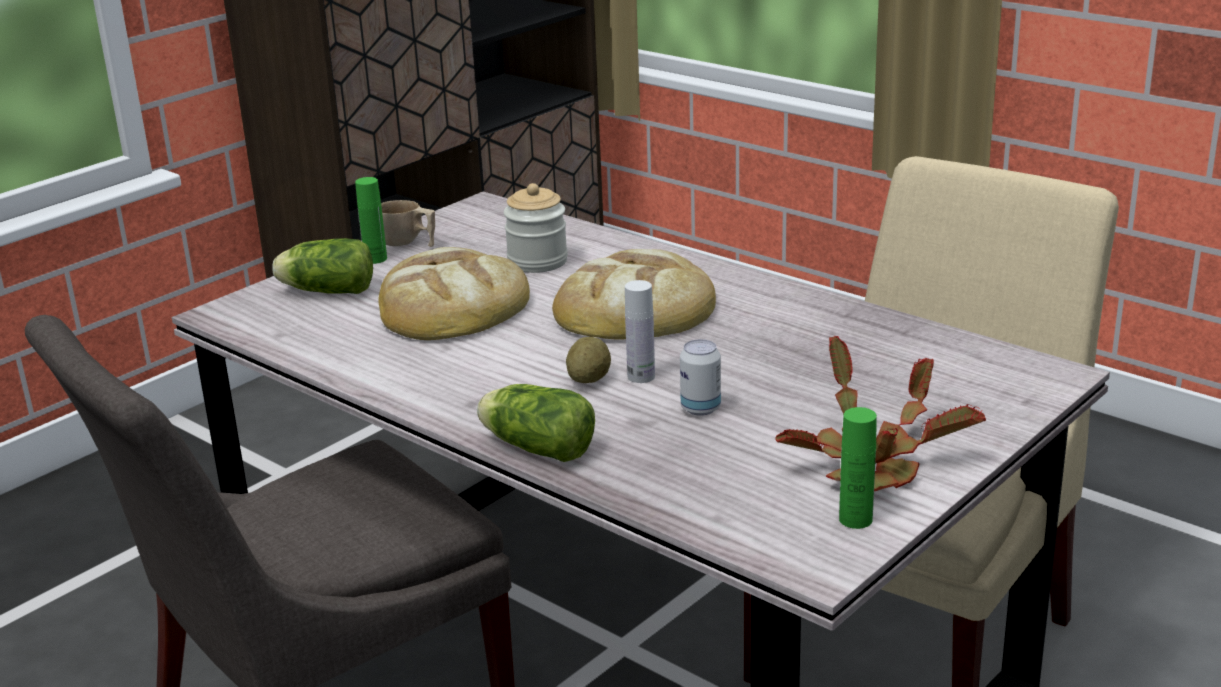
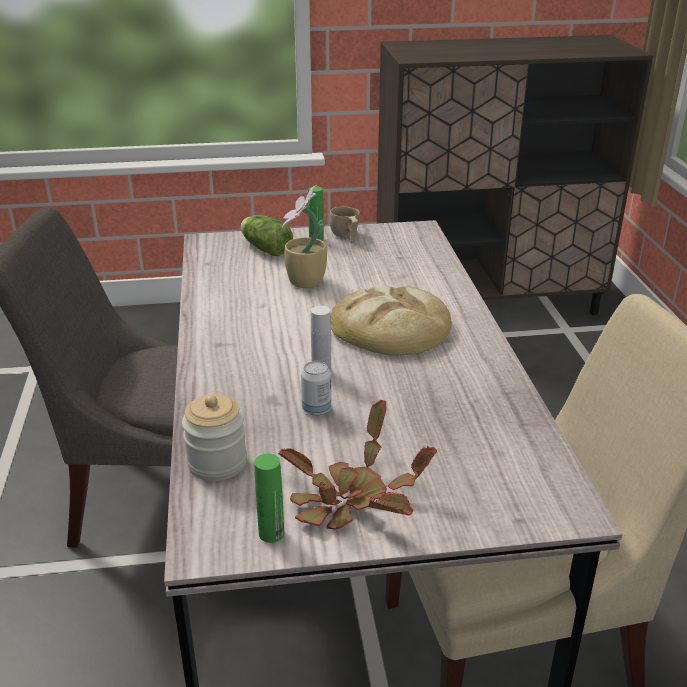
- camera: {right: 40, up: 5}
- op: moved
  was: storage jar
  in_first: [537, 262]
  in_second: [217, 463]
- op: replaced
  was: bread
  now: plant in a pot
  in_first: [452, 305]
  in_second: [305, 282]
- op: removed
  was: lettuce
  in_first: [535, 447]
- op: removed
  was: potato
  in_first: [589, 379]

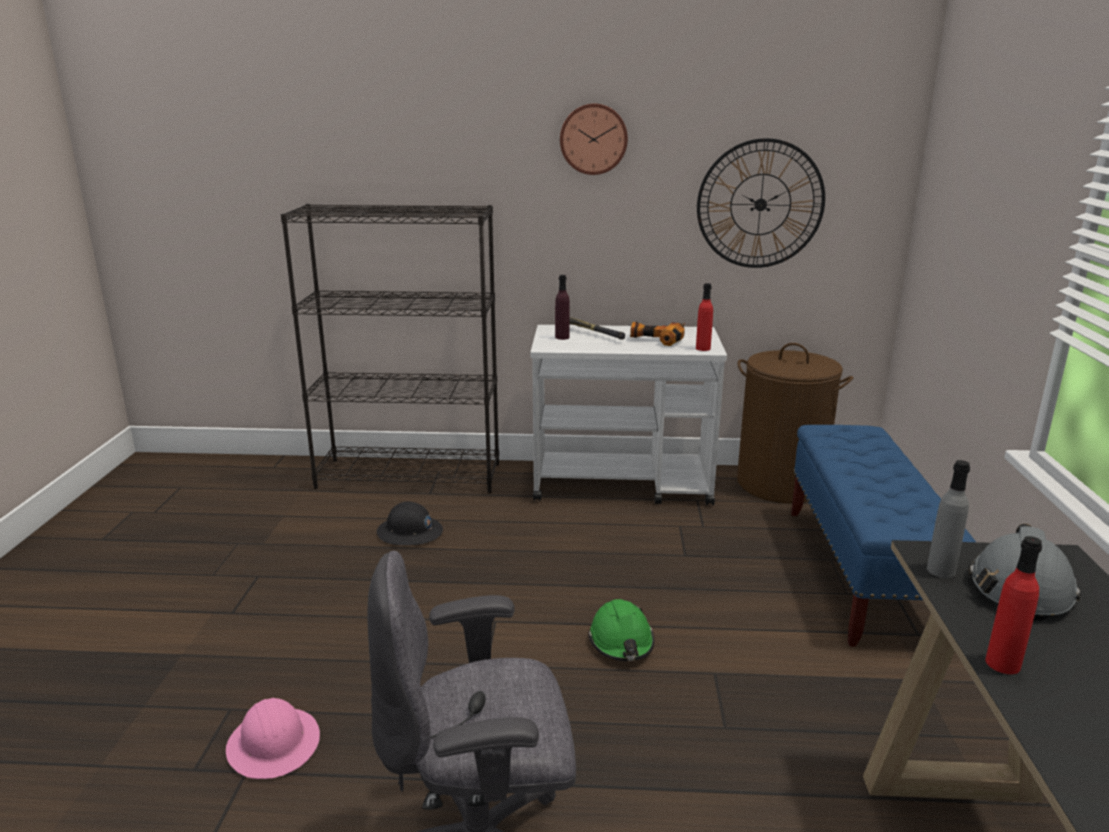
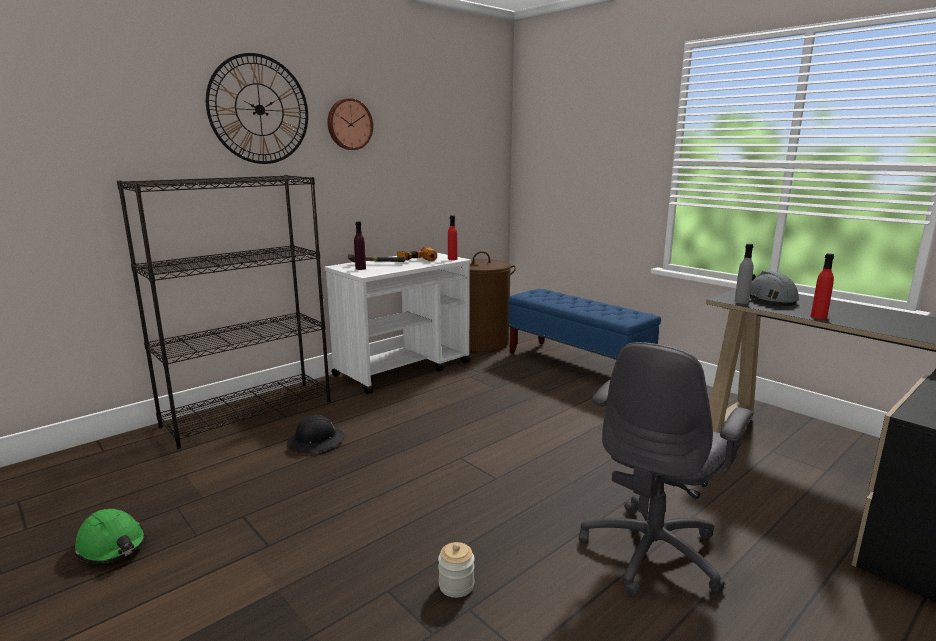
- camera: {right: -45, up: -5}
- op: moved
  was: greenish safety helmet
  in_first: [621, 642]
  in_second: [112, 546]
- op: moved
  was: wall clock
  in_first: [760, 204]
  in_second: [259, 110]
- op: replaced
  was: pink safety helmet
  now: storage jar
  in_first: [274, 744]
  in_second: [456, 585]

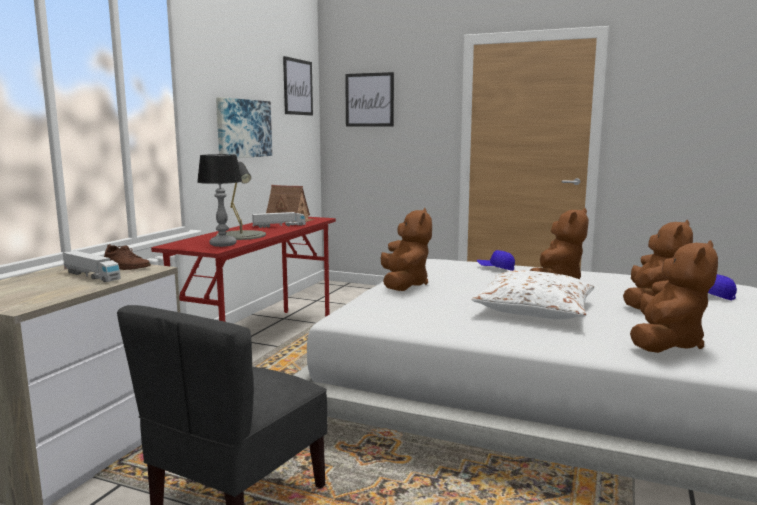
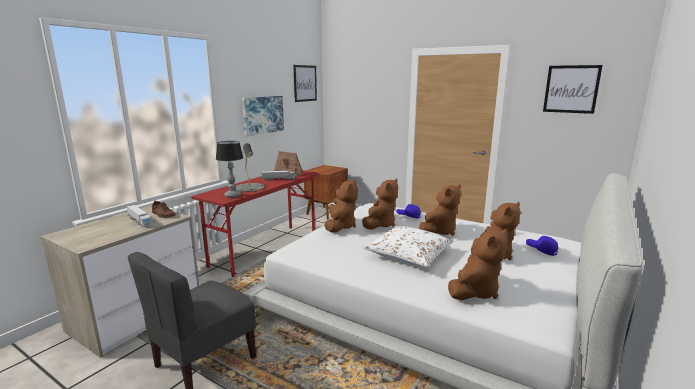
- camera: {right: 10, up: 5}
- op: added
  now: brown bedside table
  in_second: [326, 212]
- op: added
  now: brown cuddly toy
  in_second: [380, 224]
- op: moved
  was: wall picture
  in_first: [369, 100]
  in_second: [571, 89]

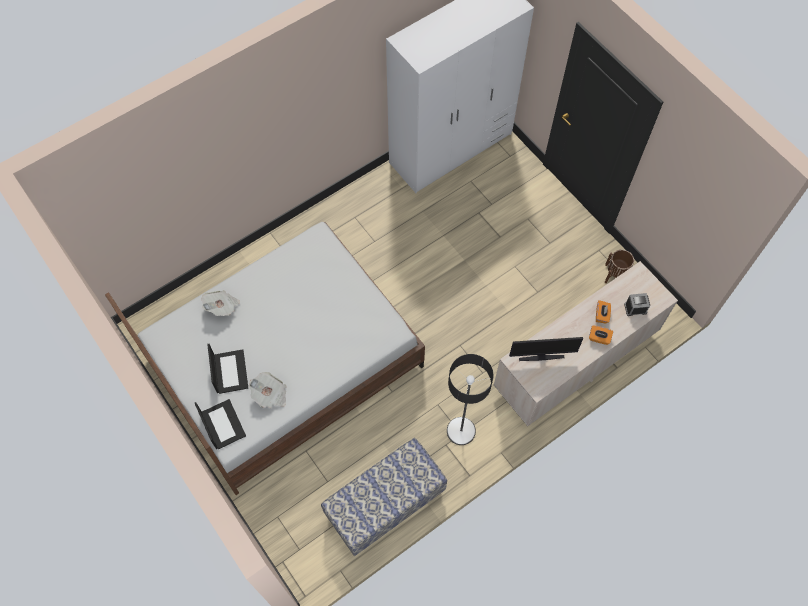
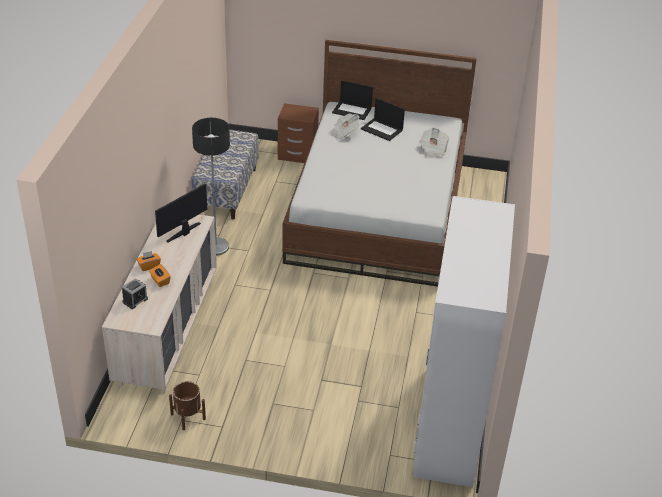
- camera: {right: 135, up: -25}
- op: added
  now: brown bedside table
  in_second: [297, 154]

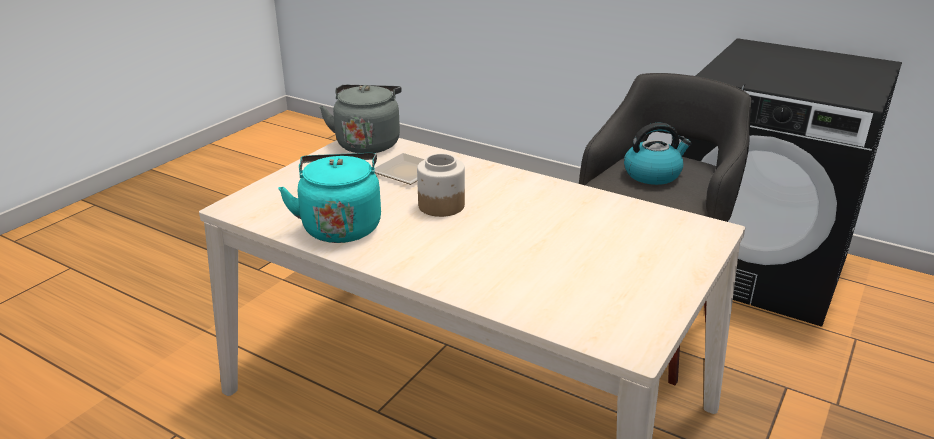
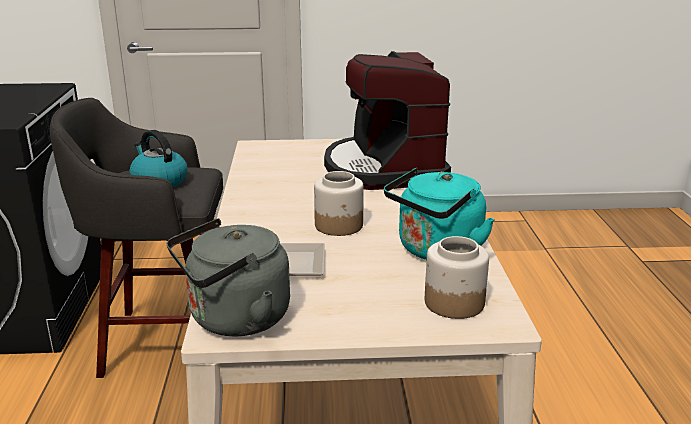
- camera: {right: -125, up: -5}
- op: added
  now: coffee brewer
  in_second: [384, 169]
- op: added
  now: storage jar
  in_second: [453, 303]

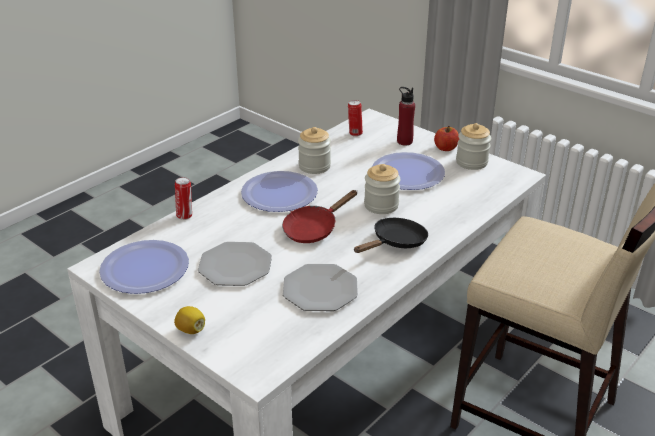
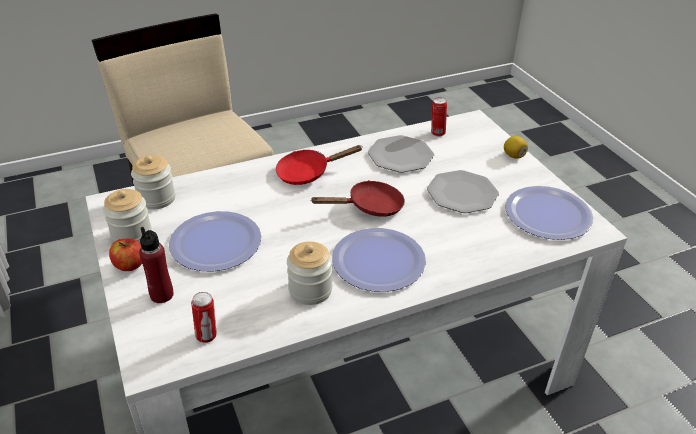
- camera: {right: -155, up: 5}
- op: moved
  was: storage jar
  in_first: [381, 205]
  in_second: [156, 199]
- op: recoloured
  was: black pan
  now: red-coloured pan
  in_first: [396, 242]
  in_second: [308, 173]
- op: moved
  was: can
  in_first: [185, 215]
  in_second: [437, 133]

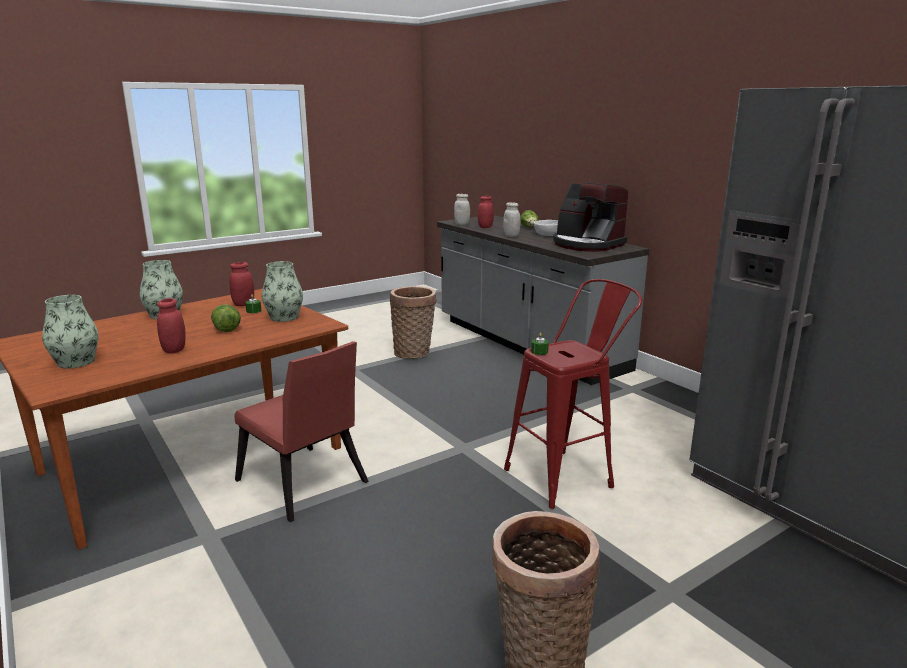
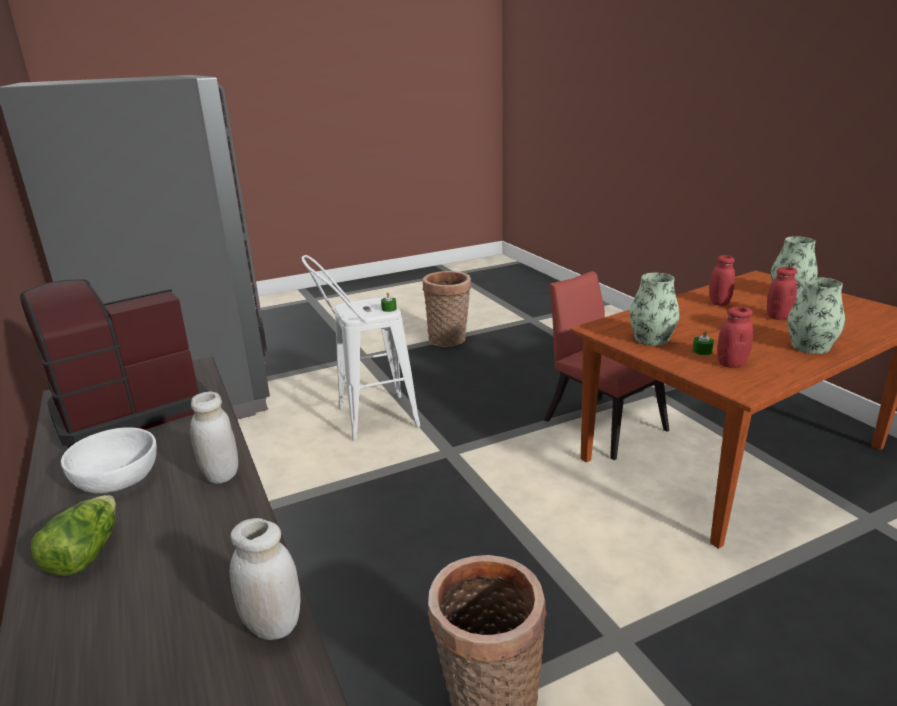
- camera: {right: -170, up: 5}
- op: turned
  was: coffee brewer
  in_first: [587, 245]
  in_second: [127, 410]
  clockwise: -90
- op: recoloured
  was: red-coloured stool
  now: whitish stool
  in_first: [567, 475]
  in_second: [367, 419]
- op: moved
  was: red-coloured storage jar
  in_first: [485, 227]
  in_second: [777, 317]
- op: removed
  was: lettuce
  in_first: [226, 328]

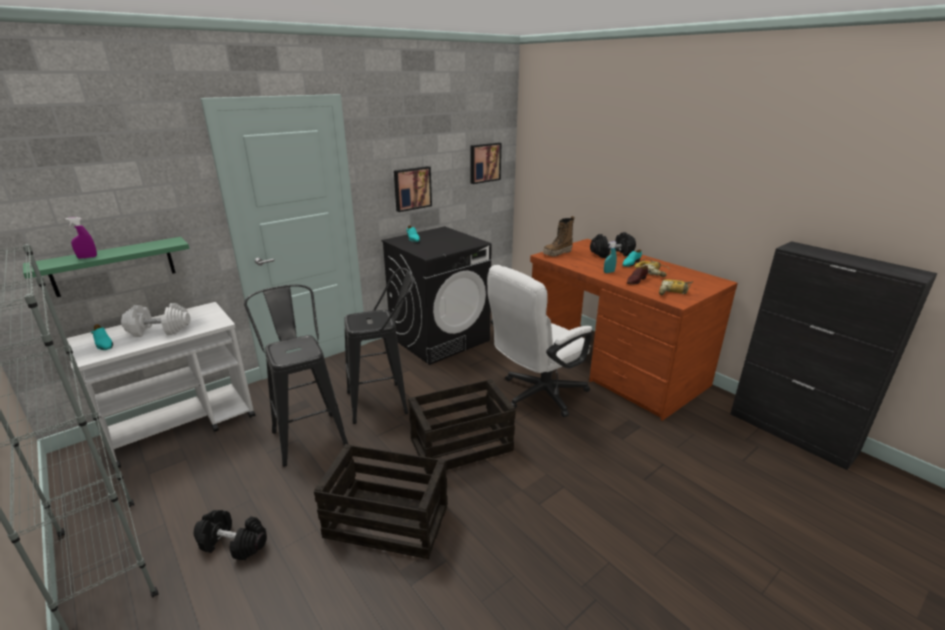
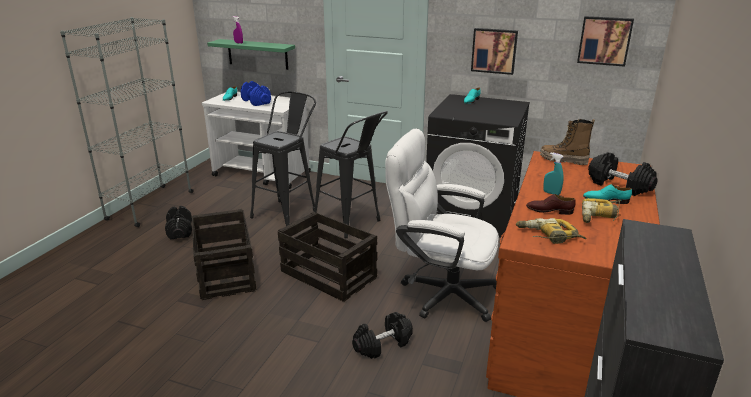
- camera: {right: 60, up: 0}
- op: recoloured
  was: whitish free weight
  now: blue free weight
  in_first: [159, 330]
  in_second: [256, 101]
- op: added
  now: black free weight
  in_second: [382, 345]

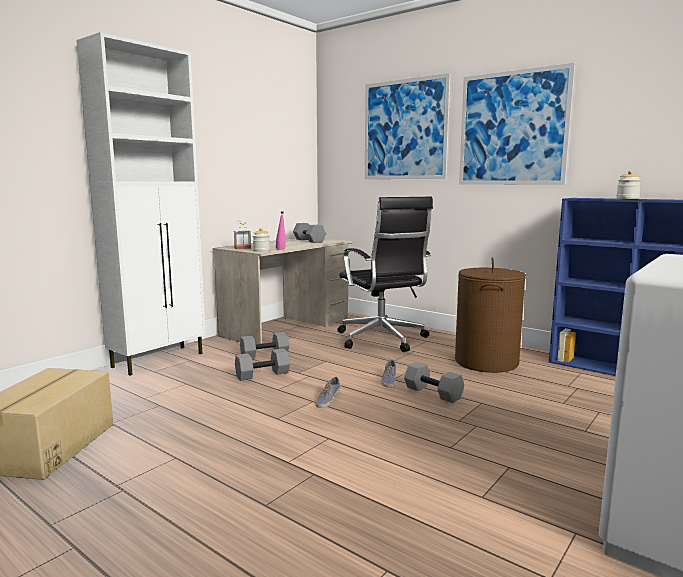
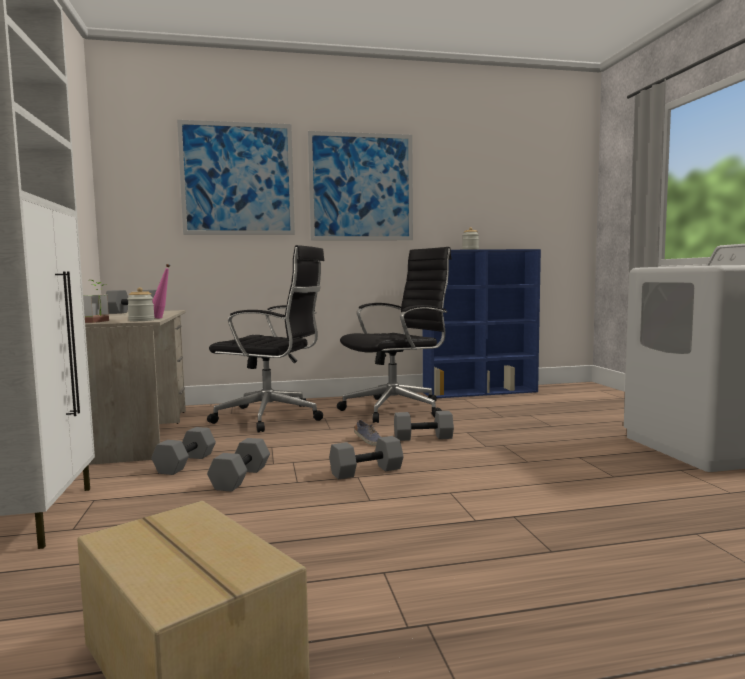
- camera: {right: -50, up: -5}
- op: replaced
  was: item of footwear
  now: gray free weight
  in_first: [327, 400]
  in_second: [366, 471]
- op: replaced
  was: brown hamper
  now: black desk chair
  in_first: [486, 362]
  in_second: [396, 409]

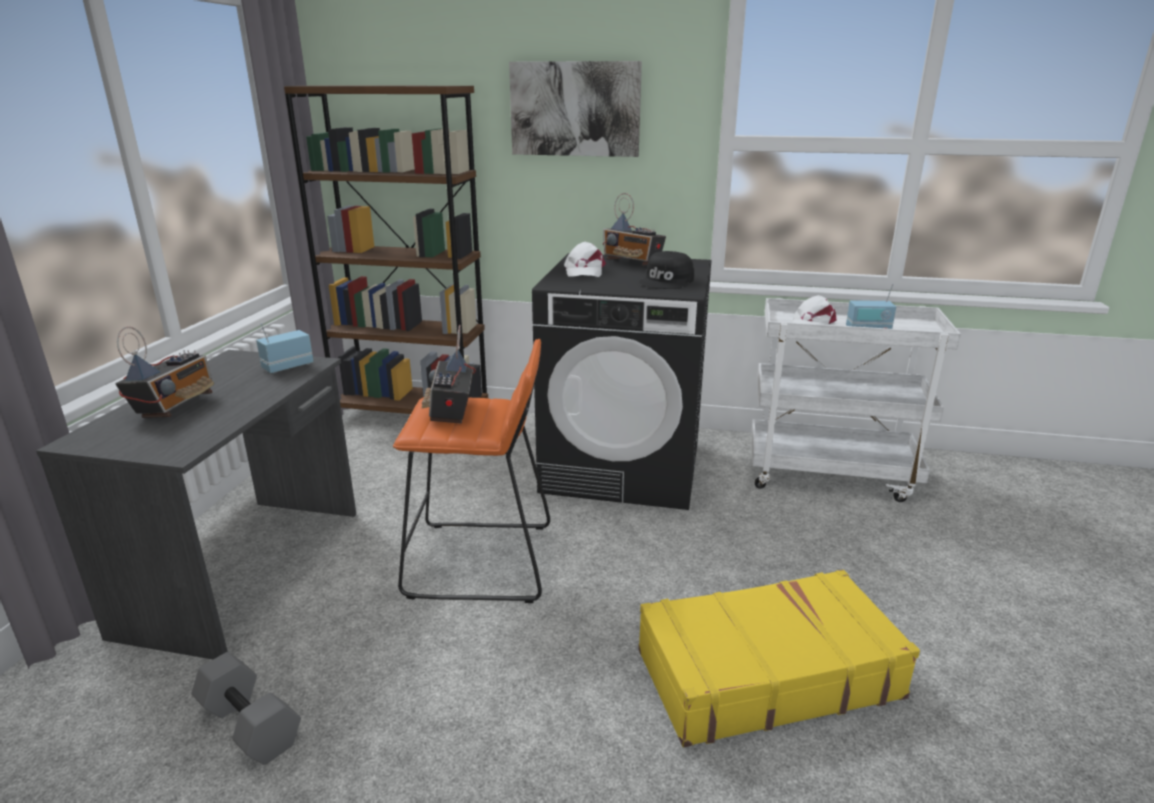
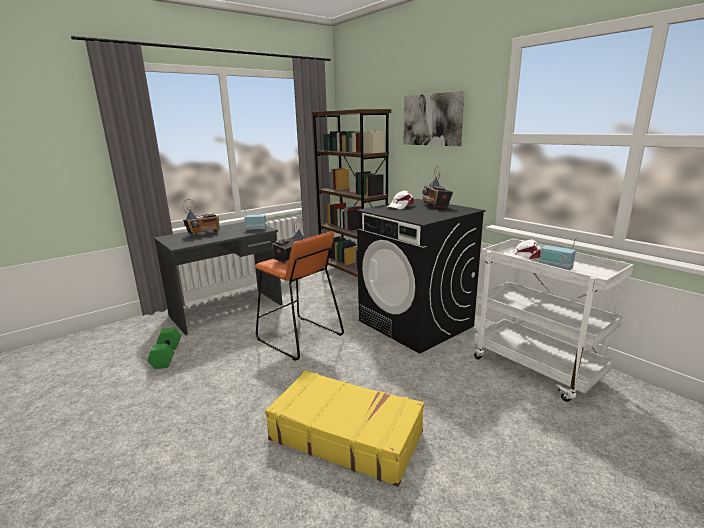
- camera: {right: 40, up: -5}
- op: recoloured
  was: gray free weight
  now: greenish free weight
  in_first: [252, 724]
  in_second: [167, 356]
- op: removed
  was: black baseball cap
  in_first: [667, 281]

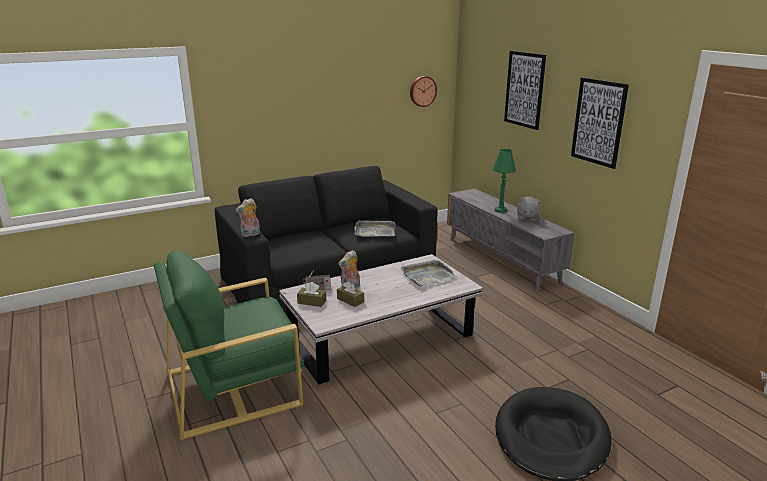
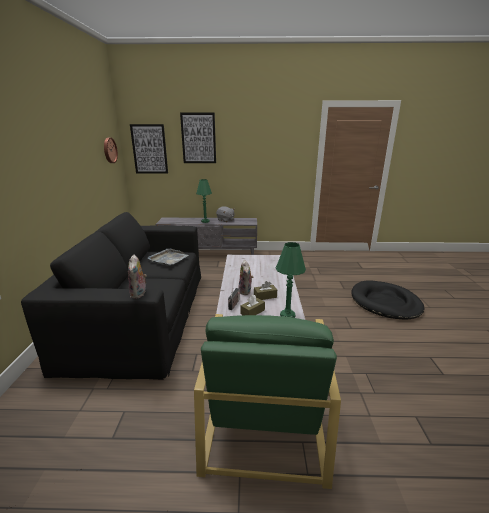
- camera: {right: -60, up: 0}
- op: moved
  was: wall picture
  in_first: [598, 122]
  in_second: [149, 149]
- op: added
  now: greenish tabletop lamp
  in_second: [287, 315]
- op: removed
  was: gray tray
  in_first: [427, 275]

